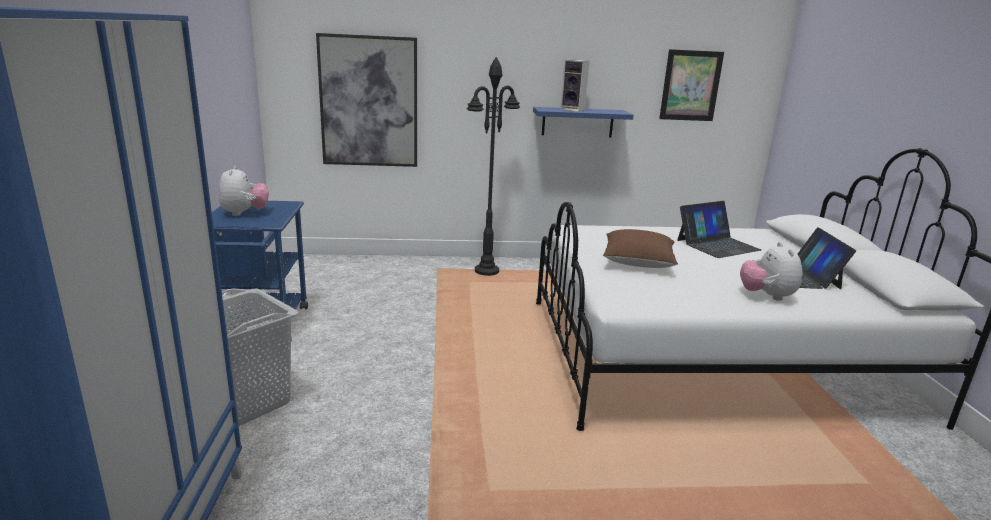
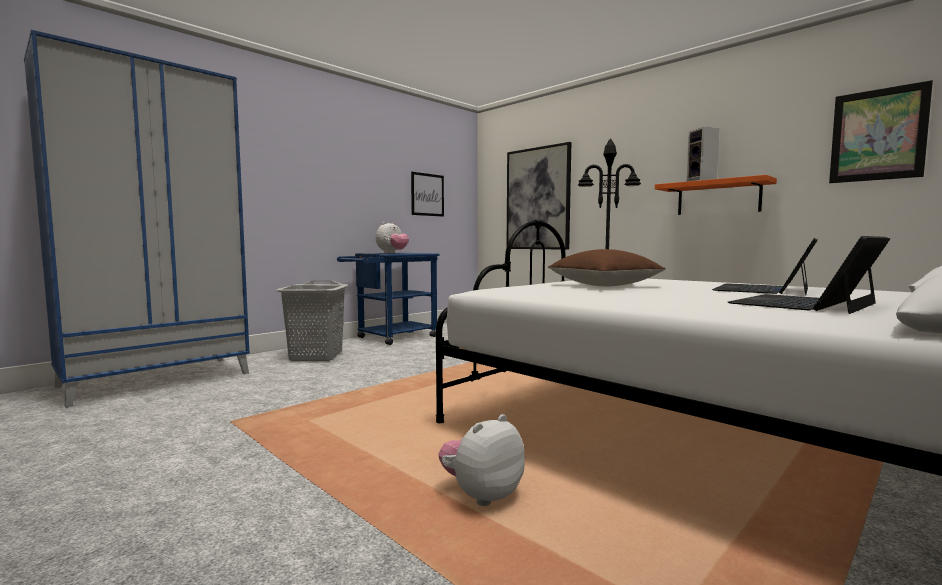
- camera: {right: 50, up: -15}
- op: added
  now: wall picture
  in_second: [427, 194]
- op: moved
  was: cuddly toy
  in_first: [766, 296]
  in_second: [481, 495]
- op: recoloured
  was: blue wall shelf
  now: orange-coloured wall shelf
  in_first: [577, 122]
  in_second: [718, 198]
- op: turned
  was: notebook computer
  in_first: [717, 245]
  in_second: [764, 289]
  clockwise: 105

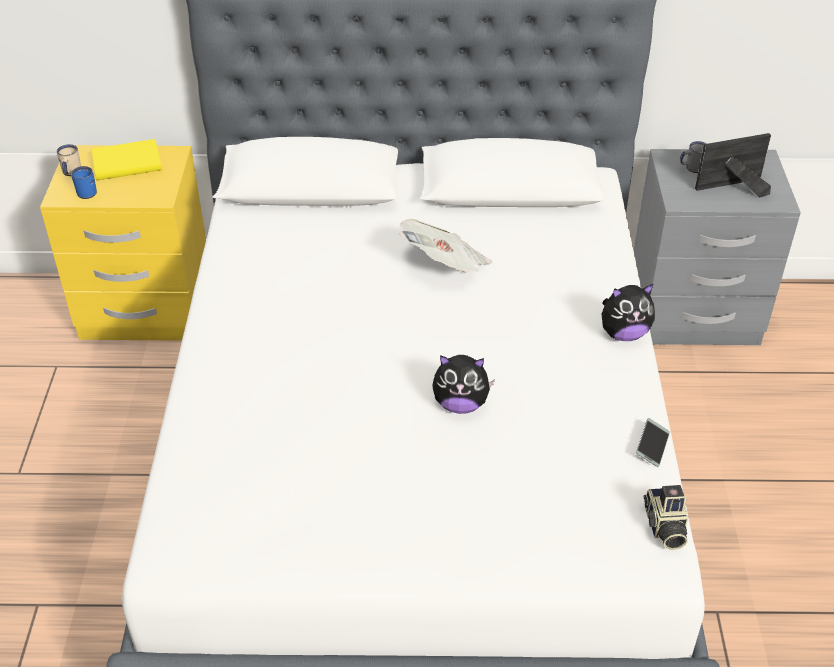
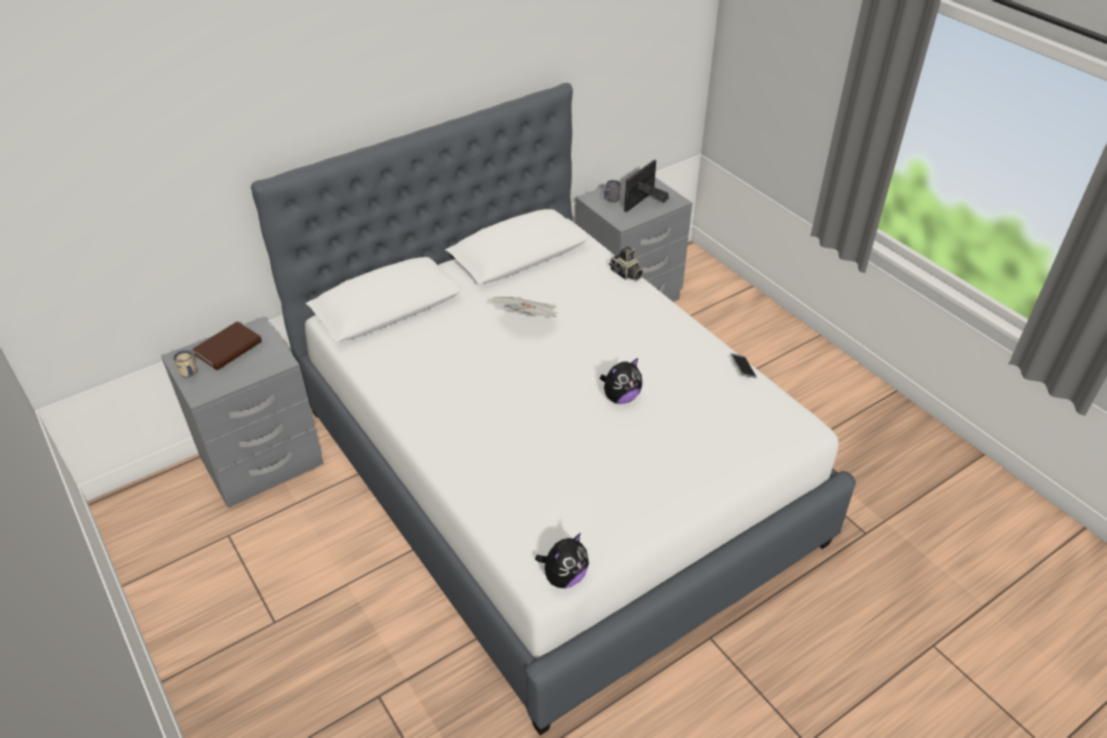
- camera: {right: -35, up: 0}
- op: recoloured
  was: yellow-coloured bedside table
  now: gray bedside table
  in_first: [147, 311]
  in_second: [262, 462]
- op: recoloured
  was: yellow-coloured volume
  now: brown volume
  in_first: [127, 164]
  in_second: [228, 349]
- op: moved
  was: cuddly toy
  in_first: [623, 333]
  in_second: [564, 577]
- op: moved
  was: still camera
  in_first: [664, 527]
  in_second: [626, 274]
- op: removed
  was: blue mug
  in_first: [86, 191]

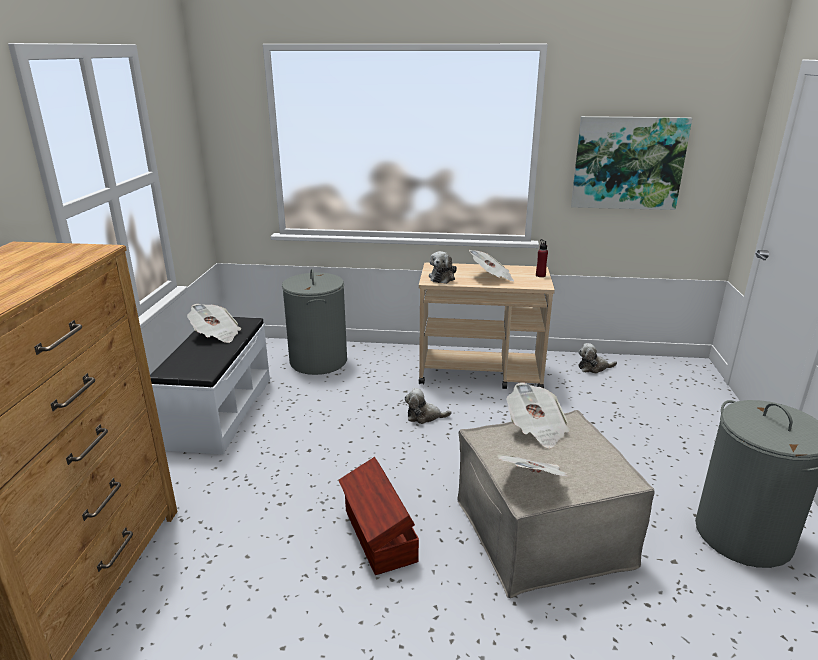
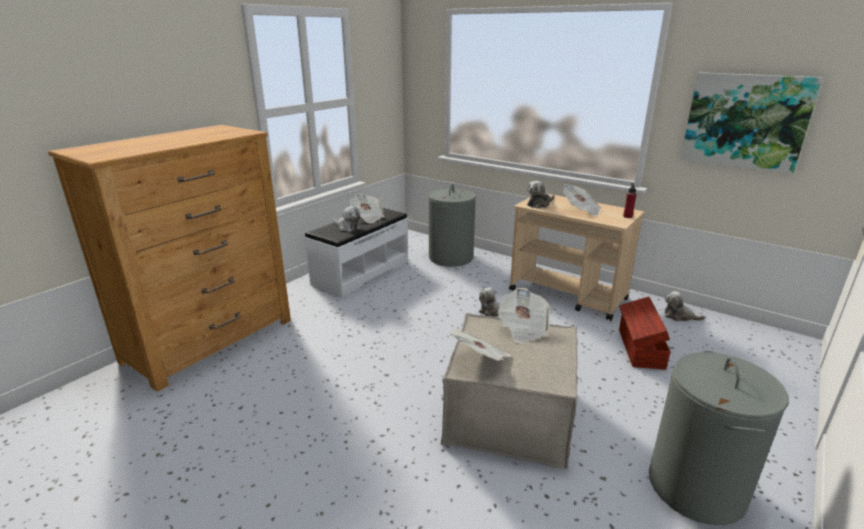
- camera: {right: 30, up: 0}
- op: added
  now: cuddly toy
  in_second: [347, 227]
- op: moved
  was: brown storage bin
  in_first: [378, 536]
  in_second: [640, 349]

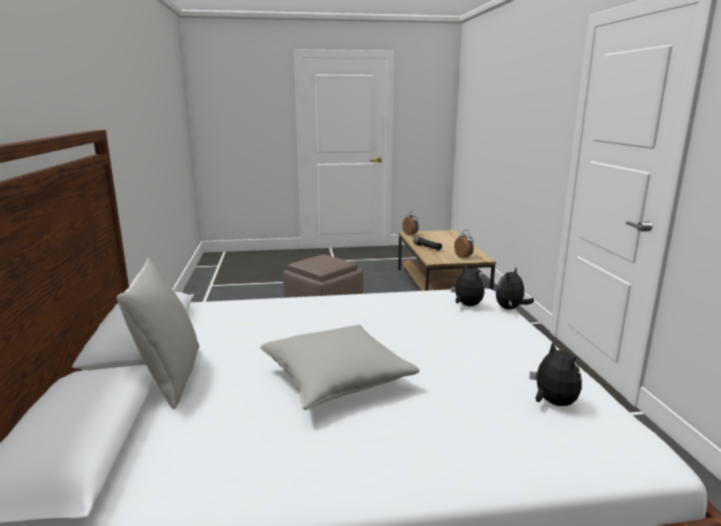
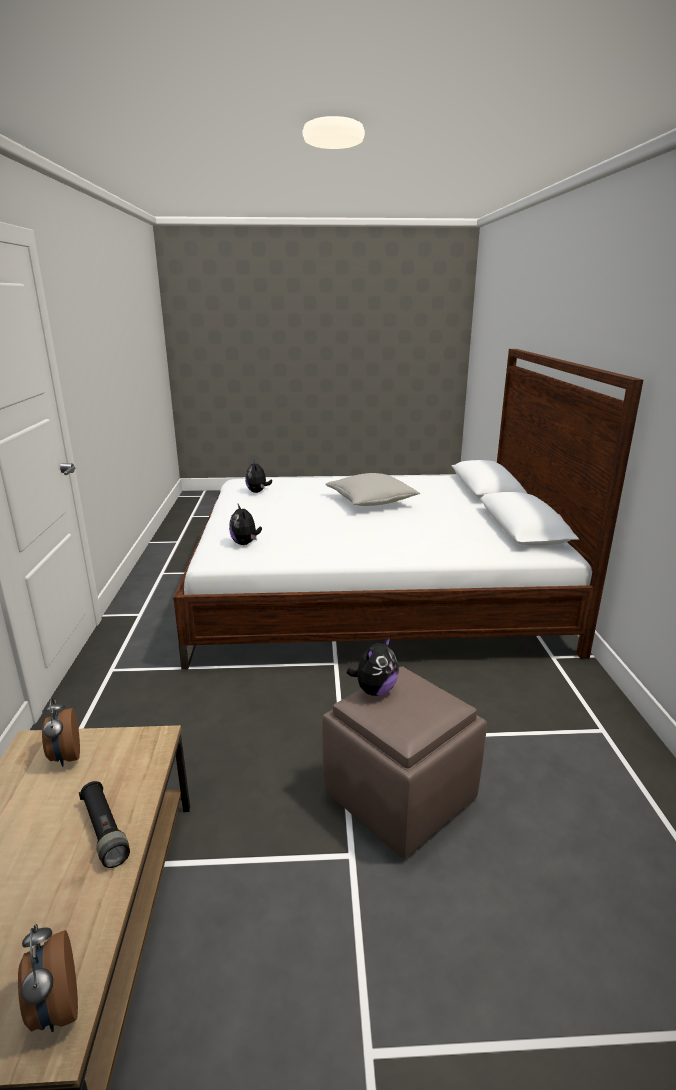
- camera: {right: -175, up: 5}
- op: moved
  was: cuddly toy
  in_first: [510, 309]
  in_second: [374, 690]
- op: removed
  was: gray throw pillow
  in_first: [169, 377]

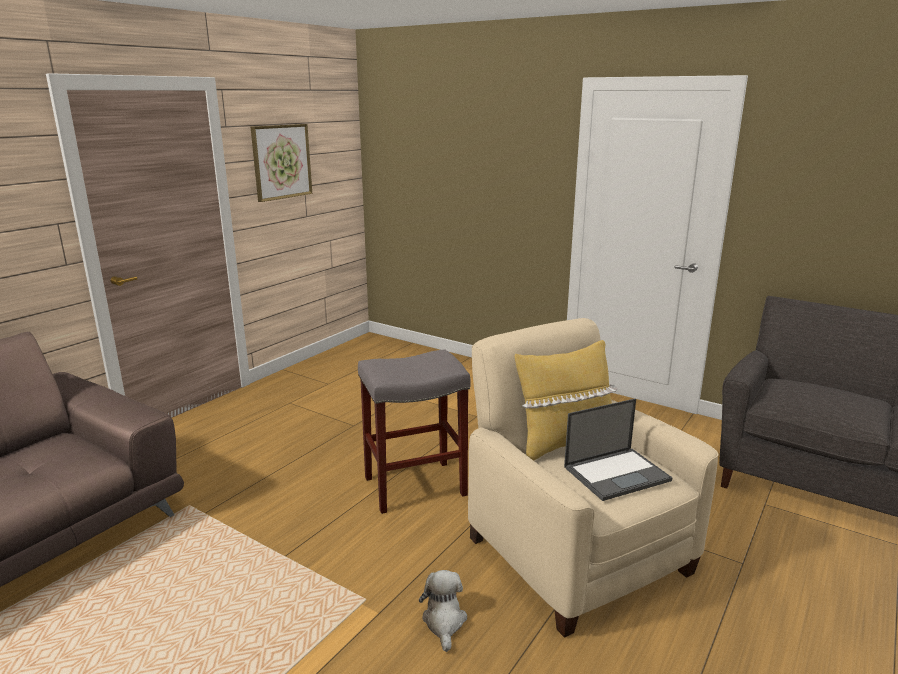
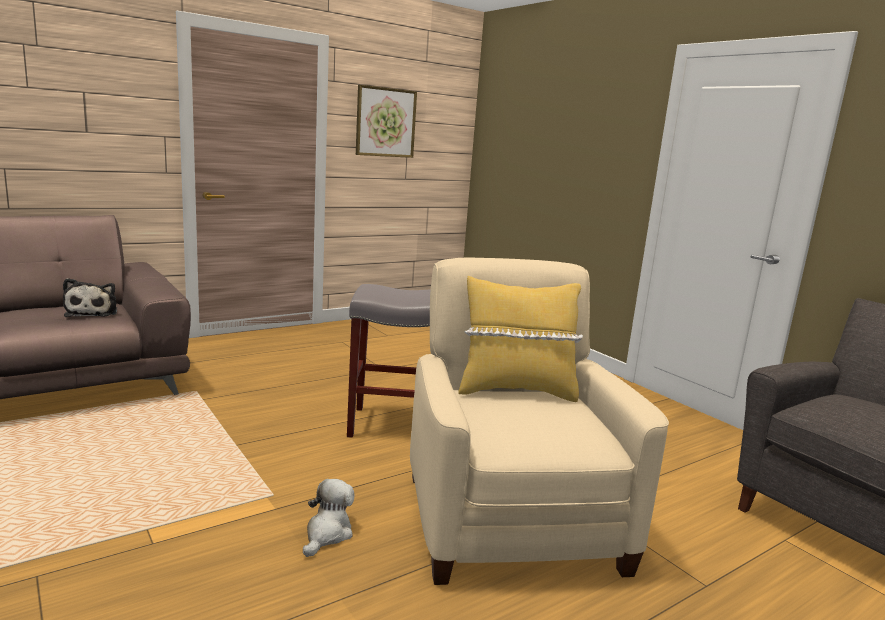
- camera: {right: 20, up: -5}
- op: added
  now: cuddly toy
  in_second: [93, 312]
- op: removed
  was: notebook computer
  in_first: [617, 473]

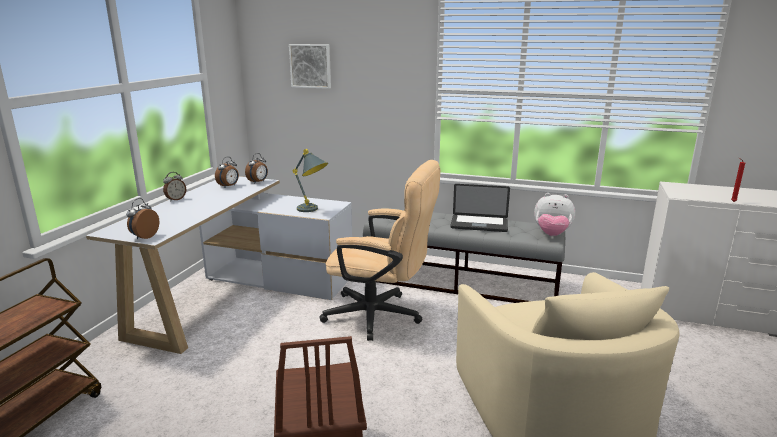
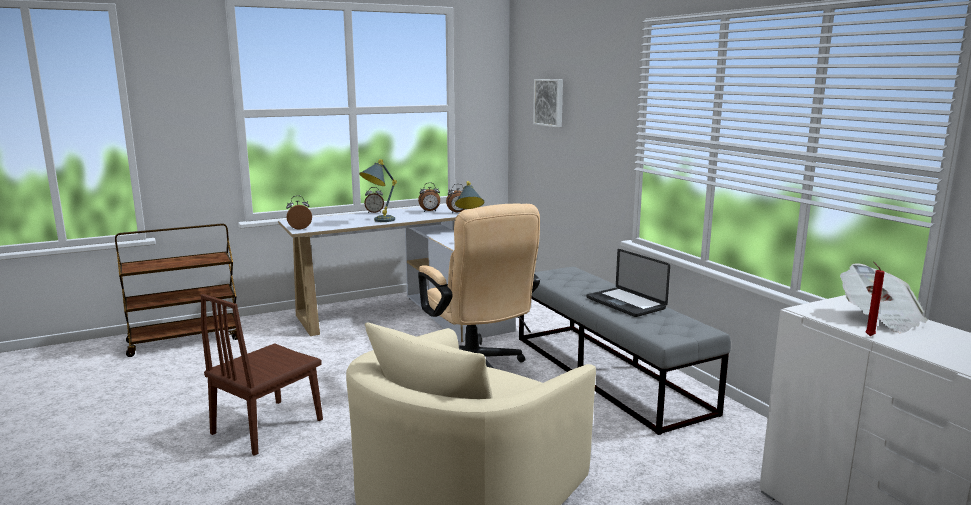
- camera: {right: 45, up: -5}
- op: added
  now: gray tabletop lamp
  in_second: [378, 221]
- op: added
  now: daily paper
  in_second: [879, 318]
- op: removed
  was: cuddly toy
  in_first: [552, 235]

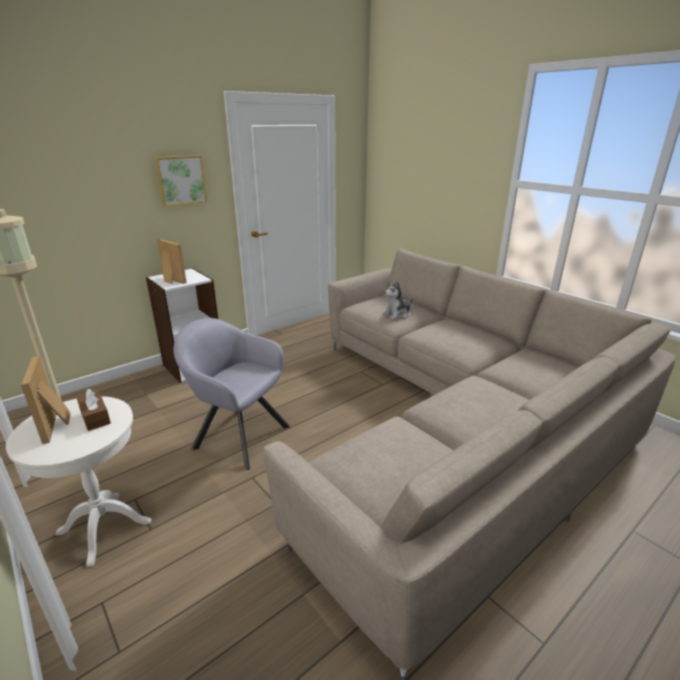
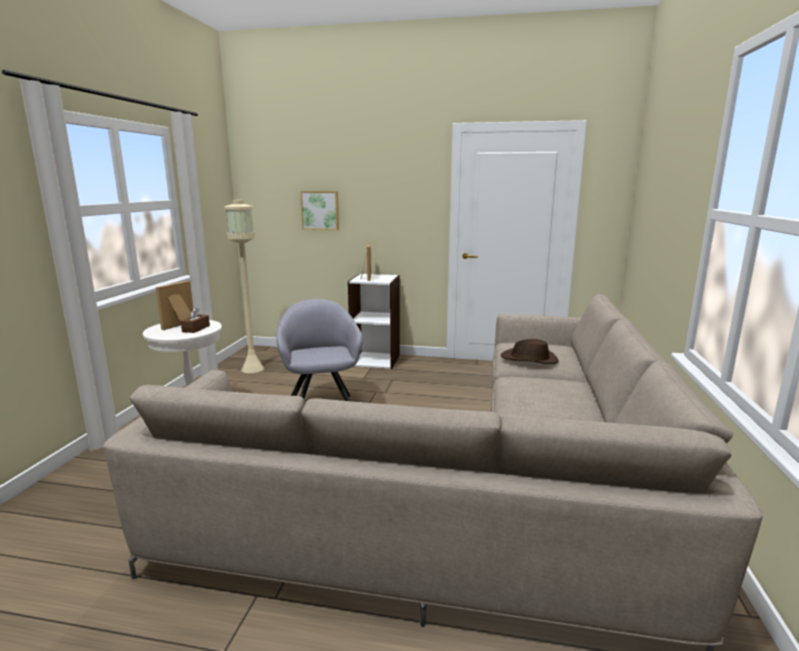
- camera: {right: 50, up: -10}
- op: moved
  was: wall picture
  in_first: [181, 180]
  in_second: [320, 210]
- op: replaced
  was: cuddly toy
  now: brown hat
  in_first: [397, 314]
  in_second: [529, 359]

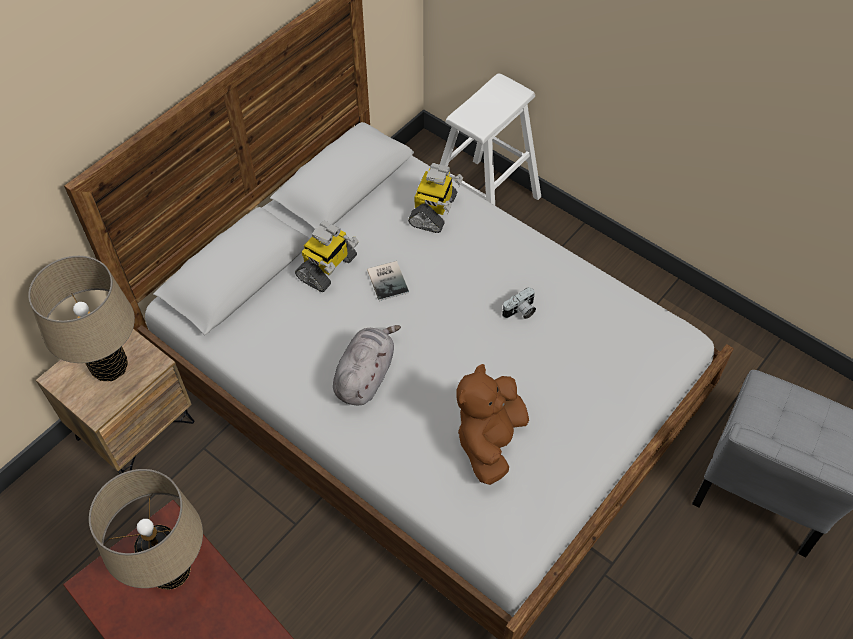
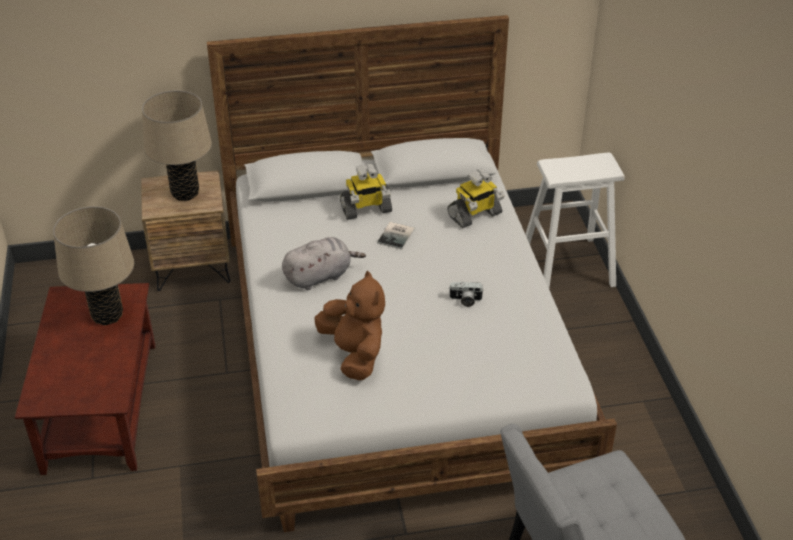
- camera: {right: 40, up: -15}
- op: turned
  was: brown cuddly toy
  in_first: [489, 441]
  in_second: [354, 354]
  clockwise: 90

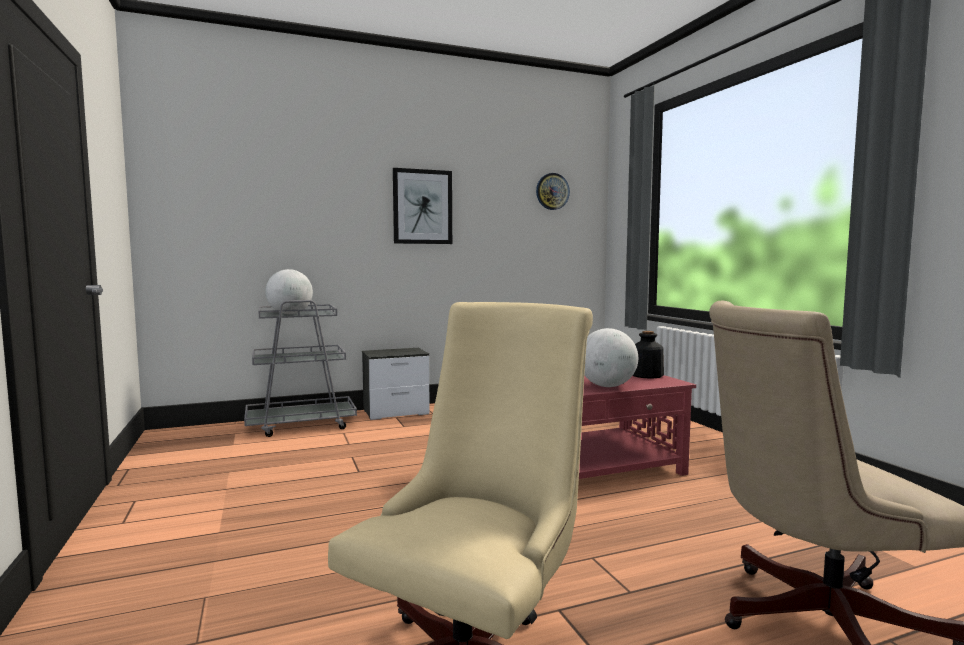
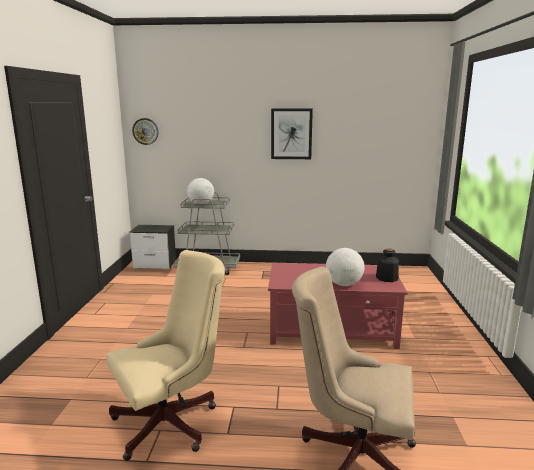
- camera: {right: 25, up: 10}
- op: moved
  was: bedside table
  in_first: [397, 412]
  in_second: [155, 264]
- op: moved
  was: wall clock
  in_first: [552, 191]
  in_second: [145, 131]

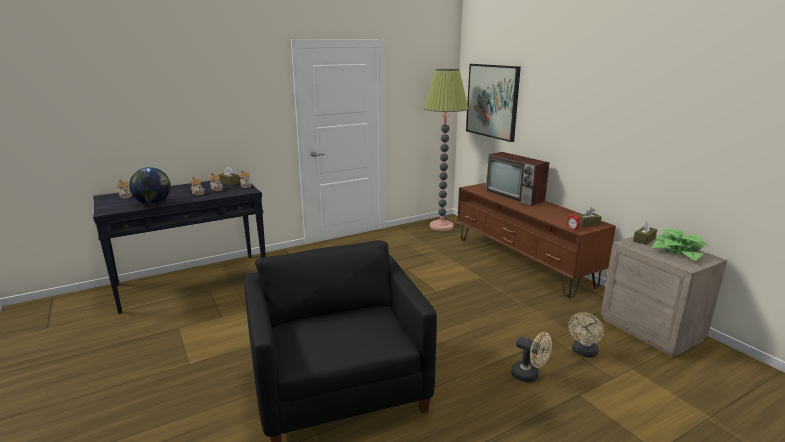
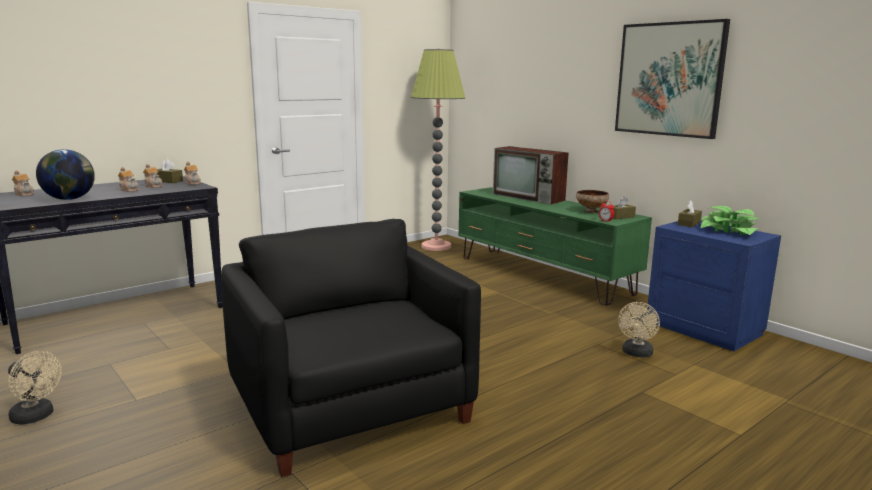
- camera: {right: -10, up: -5}
- op: moved
  was: beige cooling fan
  in_first: [529, 376]
  in_second: [36, 417]
- op: recoloured
  was: brown media console
  now: greenish media console
  in_first: [522, 261]
  in_second: [543, 275]
- op: added
  now: deep dish
  in_second: [591, 211]
- op: moved
  was: wall picture
  in_first: [492, 101]
  in_second: [669, 79]
- op: recoloured
  was: beige bedside table
  now: blue bedside table
  in_first: [651, 329]
  in_second: [705, 328]

